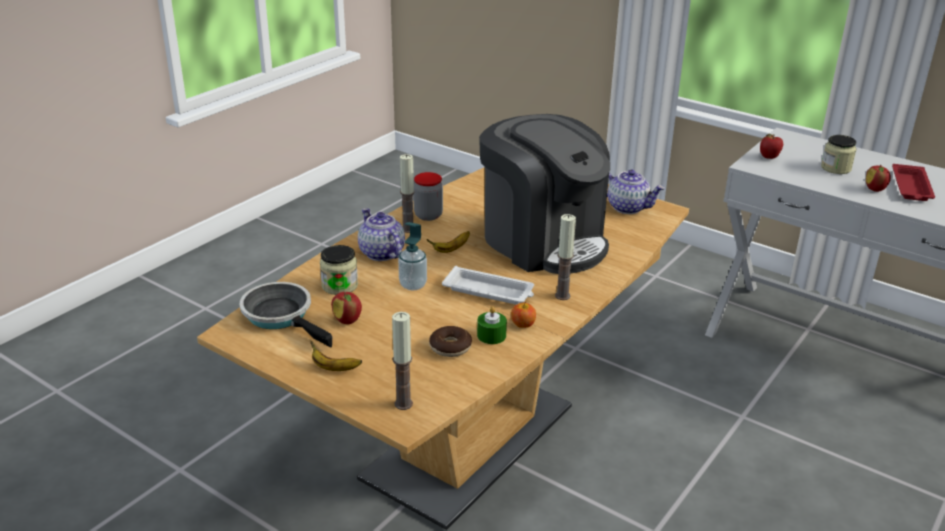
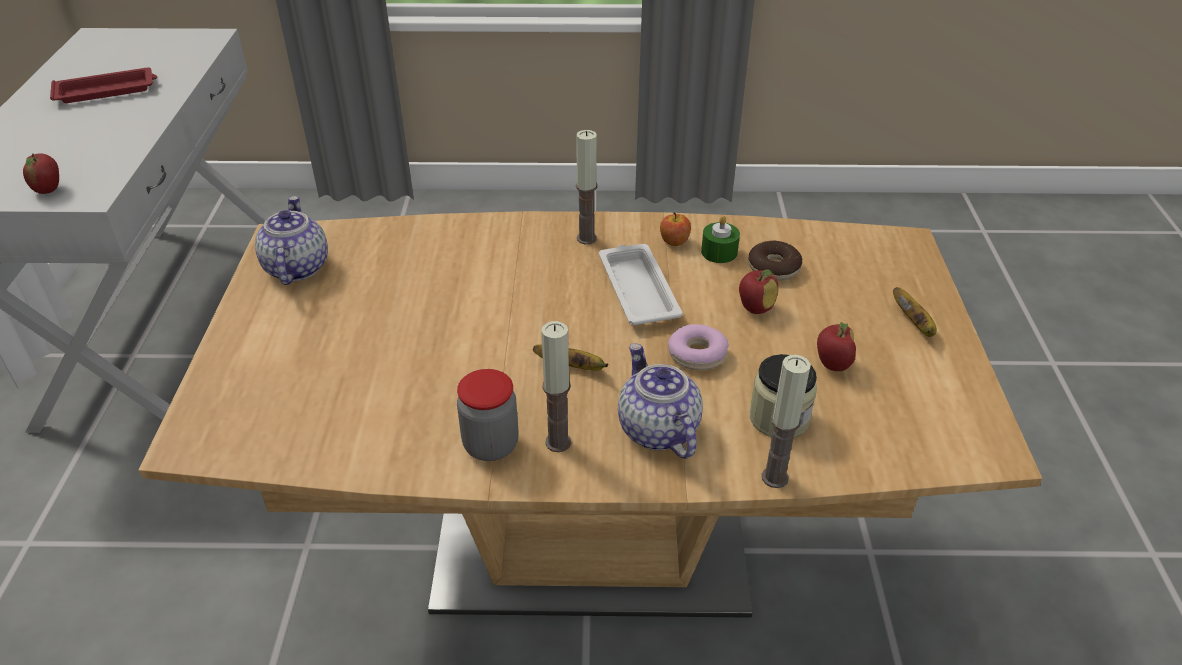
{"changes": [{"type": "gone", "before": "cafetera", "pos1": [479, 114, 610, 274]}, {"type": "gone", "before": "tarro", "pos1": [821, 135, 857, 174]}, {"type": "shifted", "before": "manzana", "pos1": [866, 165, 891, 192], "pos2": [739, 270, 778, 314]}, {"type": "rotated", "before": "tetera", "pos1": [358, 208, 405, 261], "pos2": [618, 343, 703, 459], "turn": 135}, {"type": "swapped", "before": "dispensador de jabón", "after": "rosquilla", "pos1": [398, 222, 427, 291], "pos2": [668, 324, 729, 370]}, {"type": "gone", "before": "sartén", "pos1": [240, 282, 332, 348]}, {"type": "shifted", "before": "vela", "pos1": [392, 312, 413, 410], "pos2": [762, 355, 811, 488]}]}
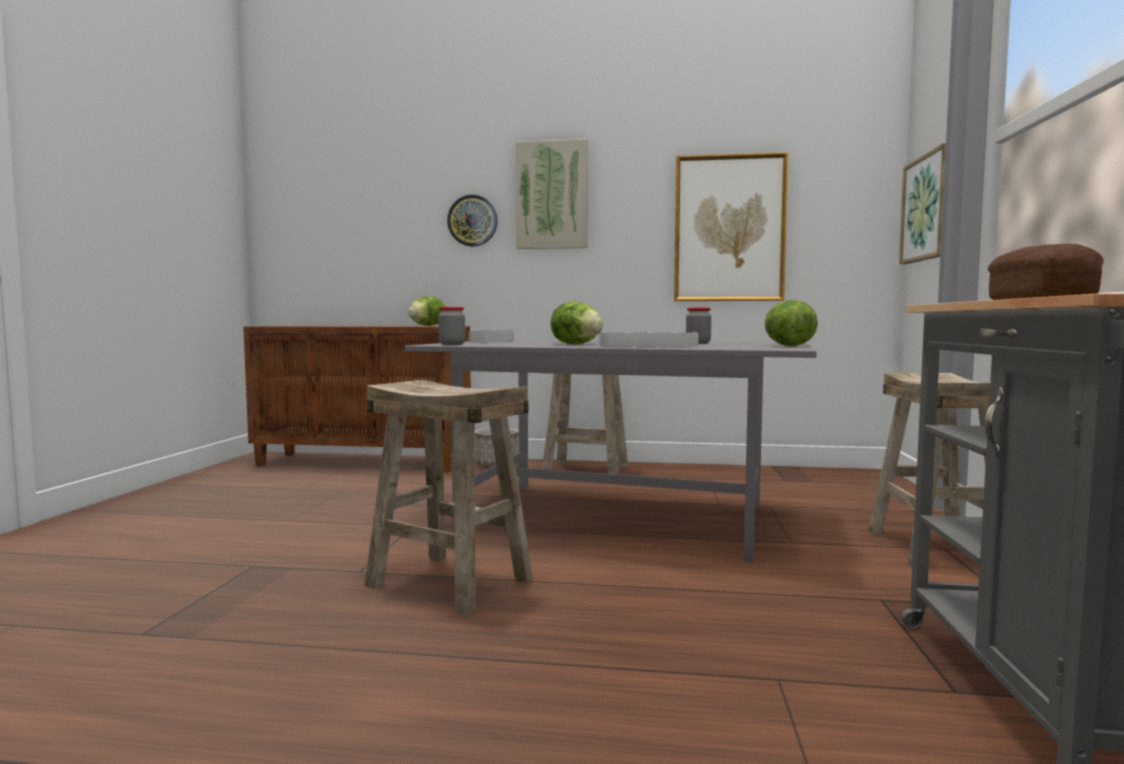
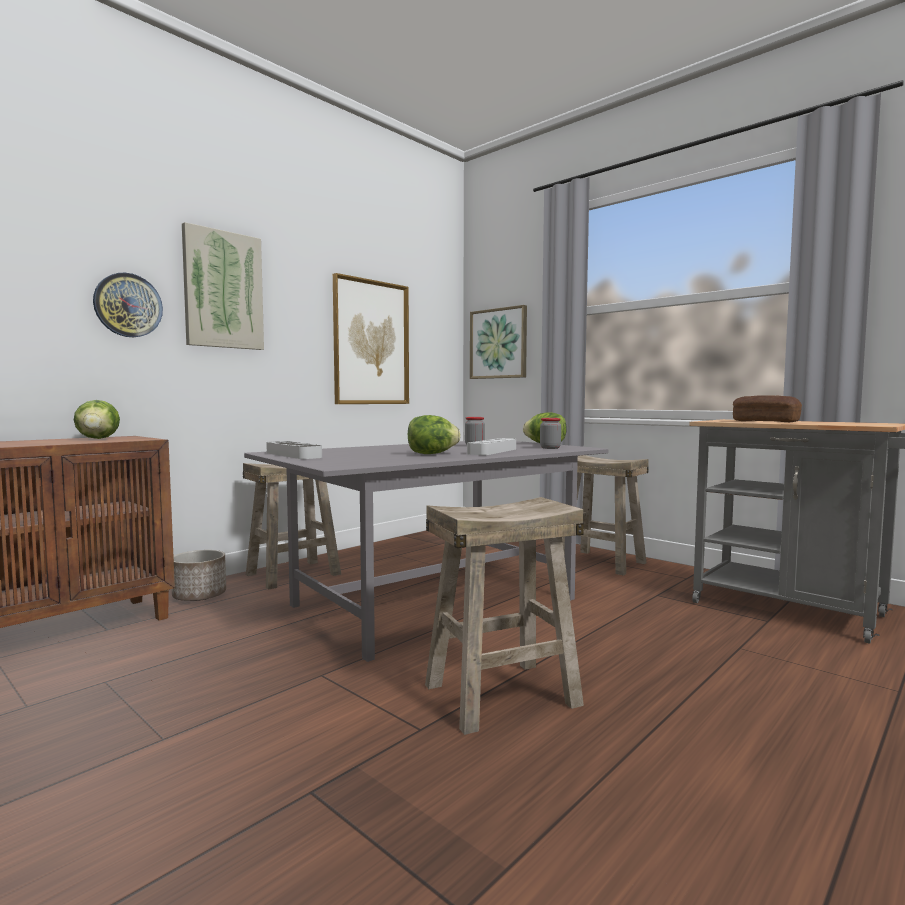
{"changes": [{"type": "shifted", "before": "tarro", "pos1": [438, 307, 465, 345], "pos2": [540, 418, 561, 449]}]}
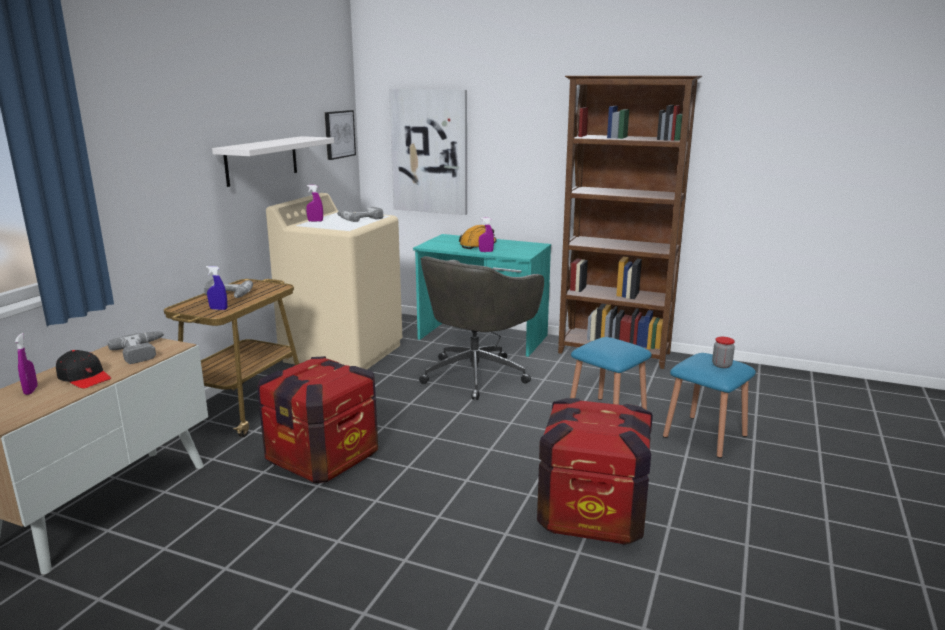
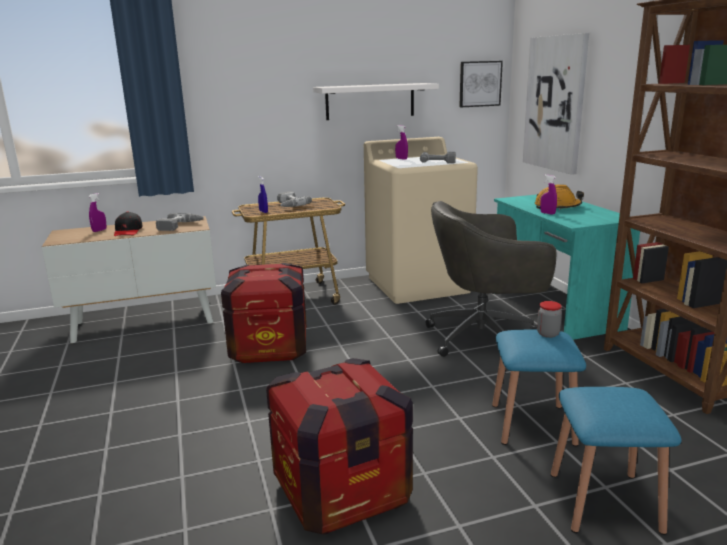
{"changes": [{"type": "shifted", "before": "tarro", "pos1": [712, 337, 735, 368], "pos2": [537, 301, 562, 338]}]}
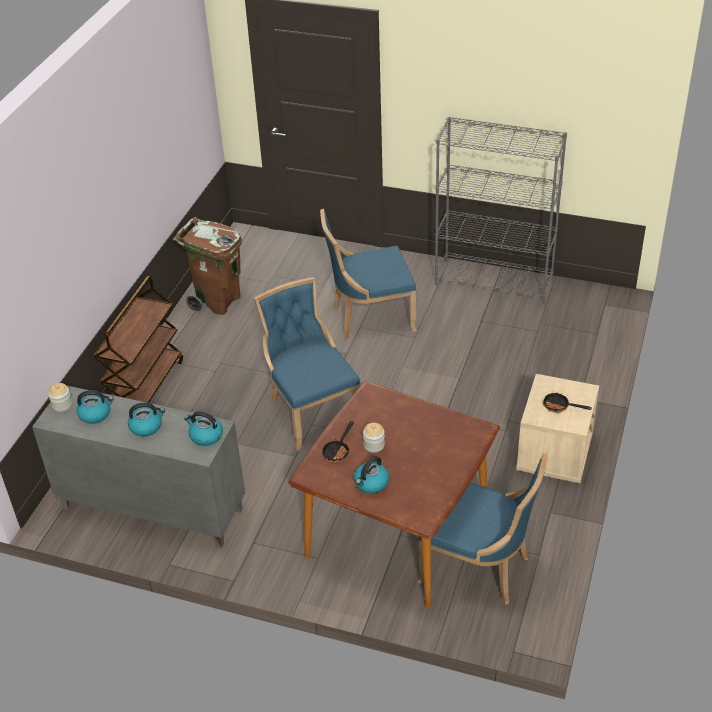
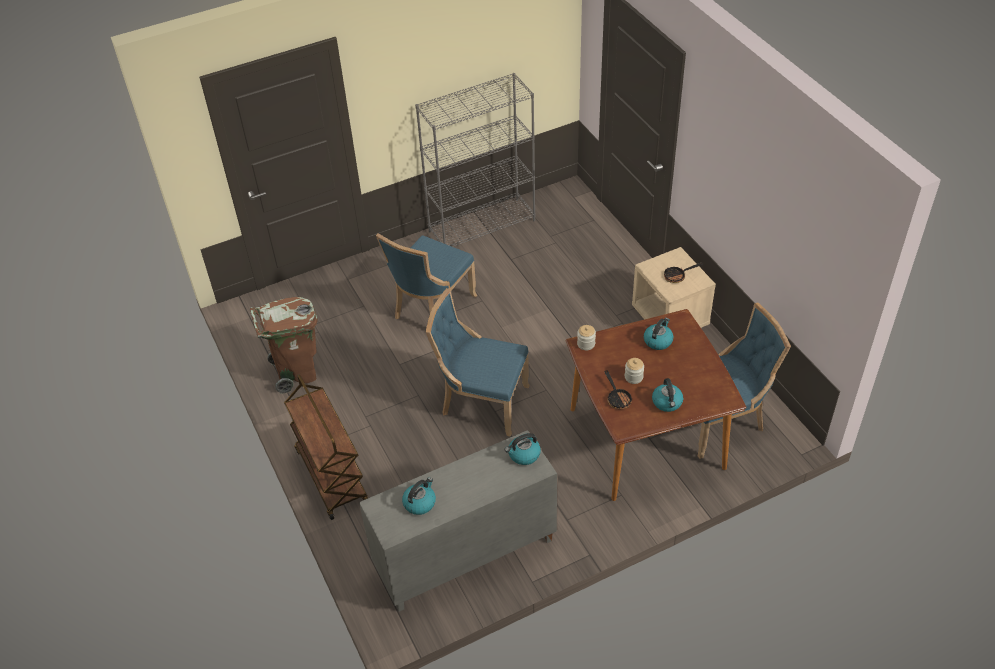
{"changes": [{"type": "shifted", "before": "tarro", "pos1": [48, 383, 72, 412], "pos2": [577, 325, 596, 350]}, {"type": "shifted", "before": "hervidor", "pos1": [128, 403, 165, 437], "pos2": [644, 318, 673, 350]}]}
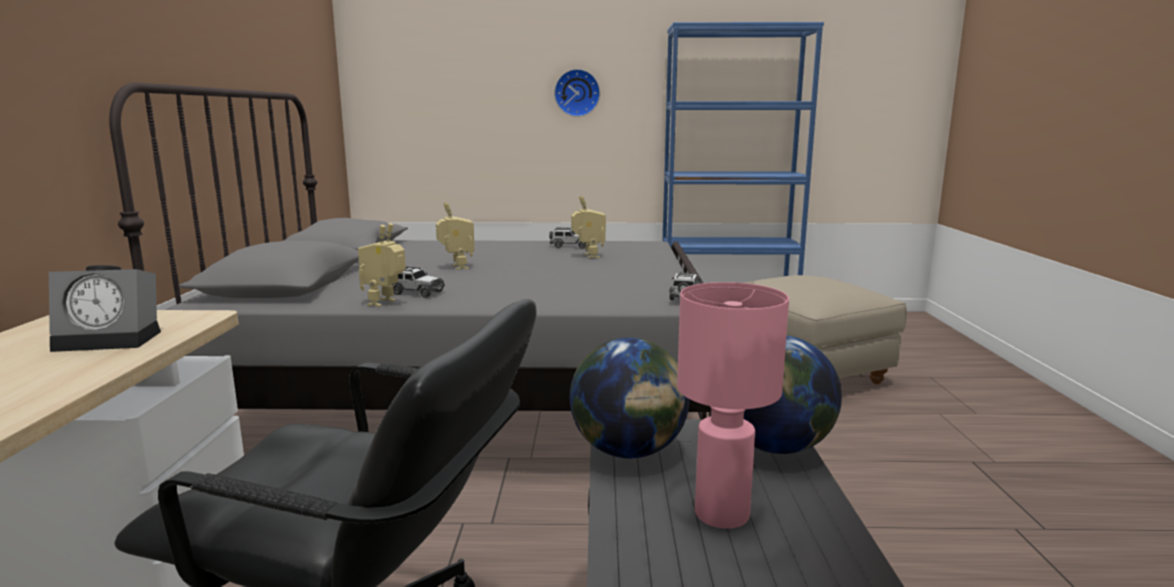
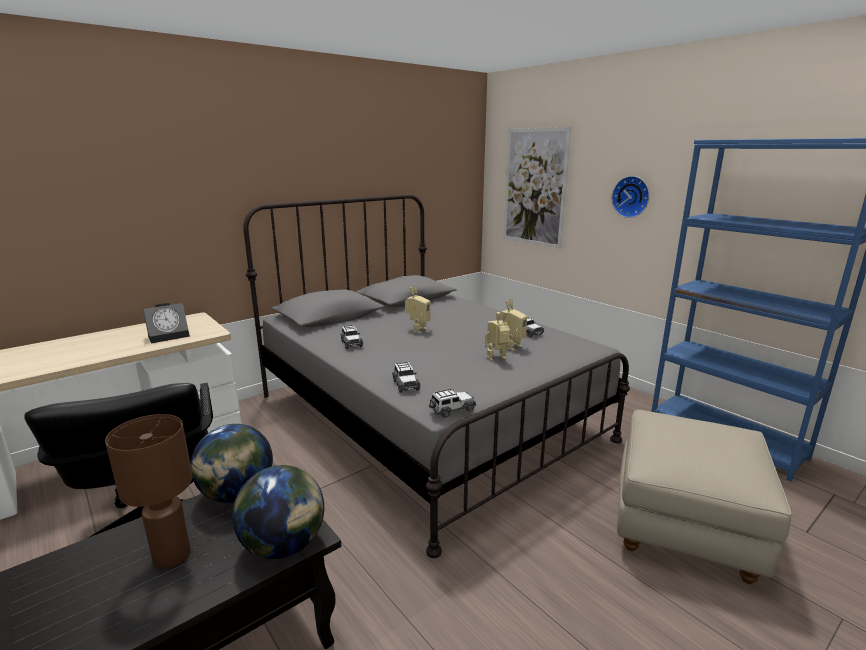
{"changes": [{"type": "shifted", "before": "robot de juguete", "pos1": [358, 223, 406, 307], "pos2": [485, 311, 510, 361]}, {"type": "rotated", "before": "despertador", "pos1": [49, 265, 161, 352], "pos2": [143, 303, 190, 344], "turn": -75}, {"type": "repainted", "before": "lámpara de mesa (rosa)", "after": "lámpara de mesa (marrón)", "pos1": [677, 282, 789, 529], "pos2": [105, 414, 193, 569]}, {"type": "new", "after": "cuadro", "pos2": [503, 127, 571, 249]}, {"type": "new", "after": "coche de juguete", "pos2": [392, 362, 420, 393]}]}
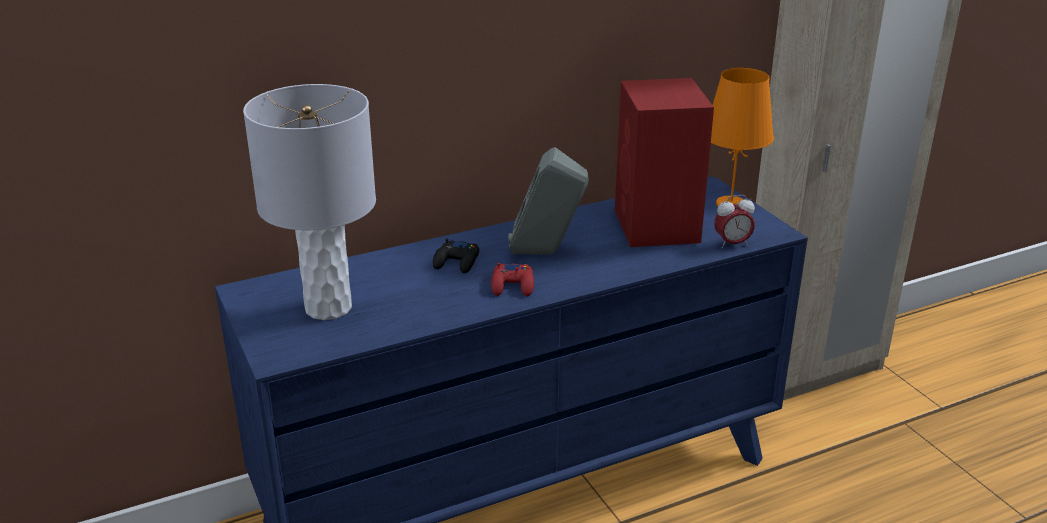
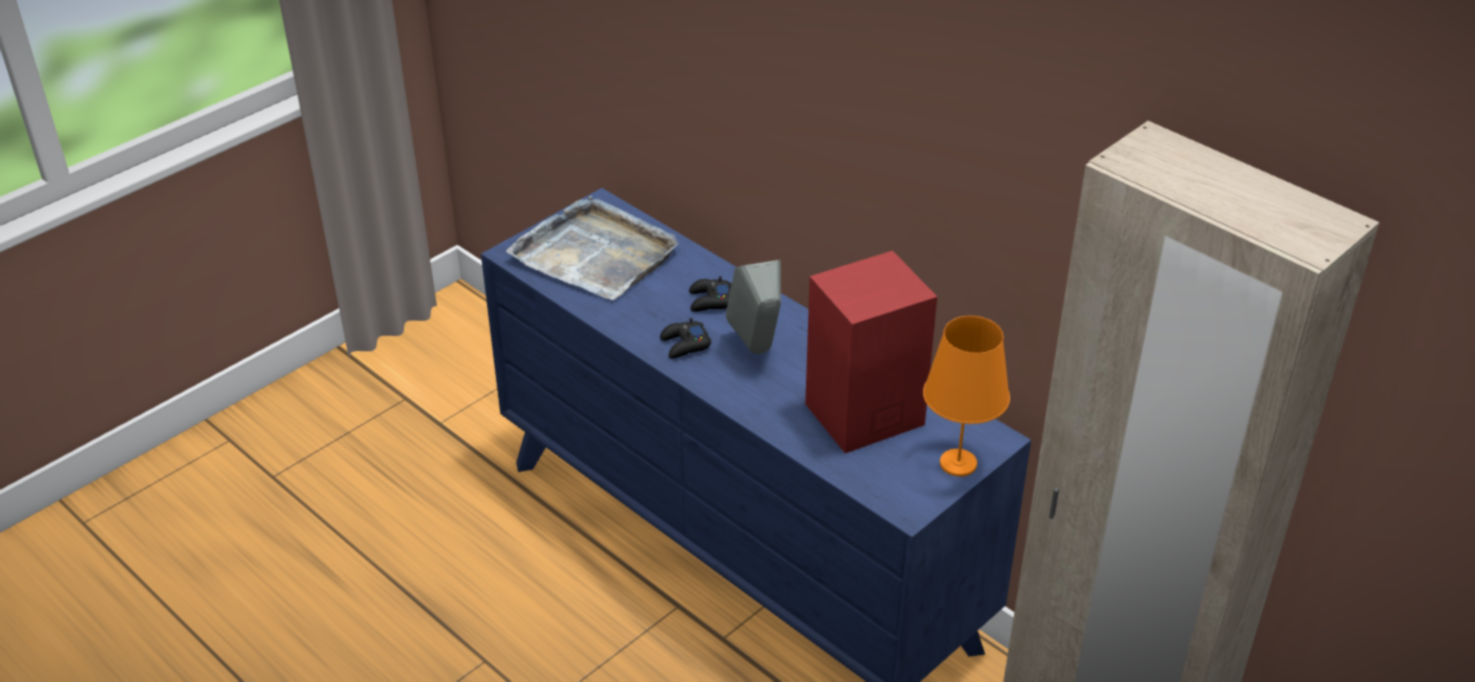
{"changes": [{"type": "swapped", "before": "lámpara de mesa (gris)", "after": "bandeja (gris)", "pos1": [243, 84, 376, 320], "pos2": [506, 196, 679, 300]}, {"type": "gone", "before": "despertador", "pos1": [714, 195, 755, 249]}, {"type": "repainted", "before": "mando de consola (rojo)", "after": "mando de consola (negro)", "pos1": [491, 263, 534, 296], "pos2": [660, 318, 711, 359]}]}
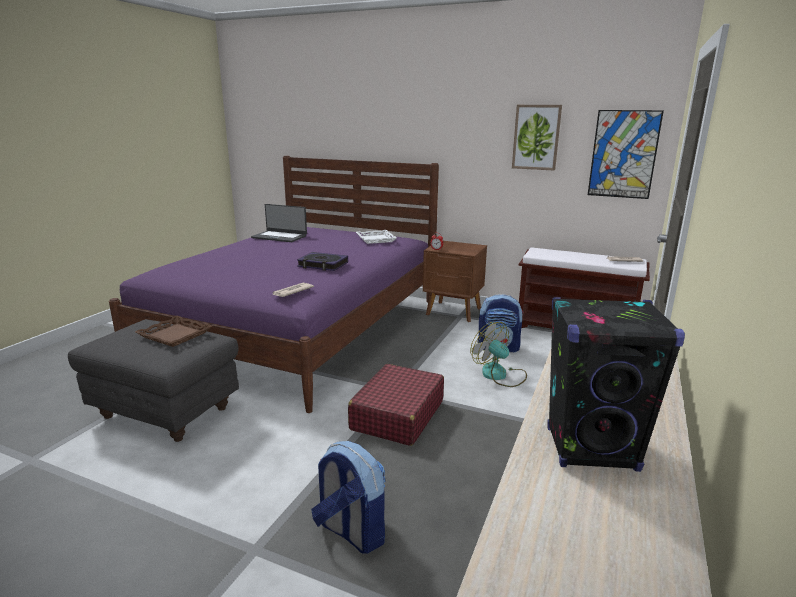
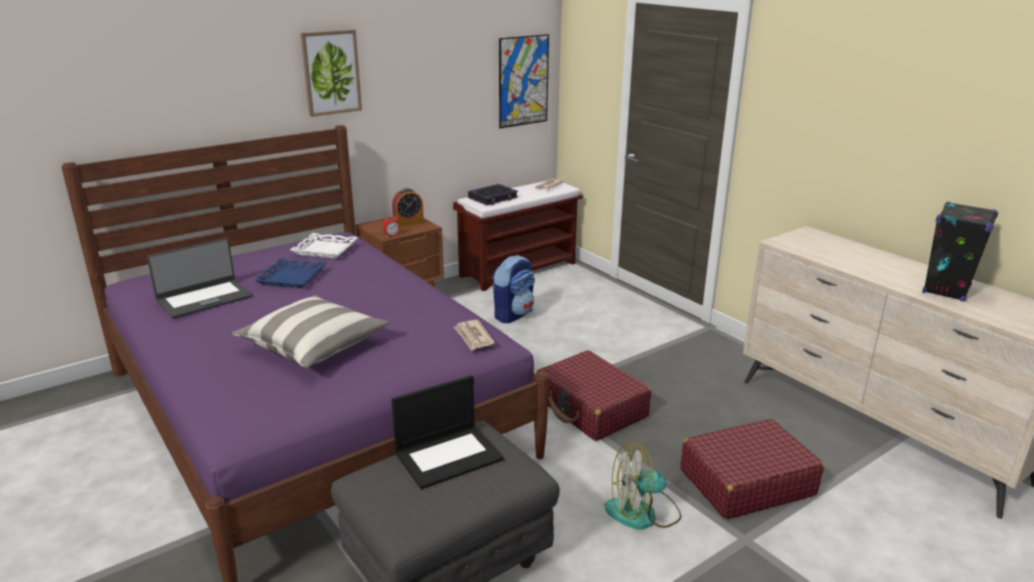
{"changes": [{"type": "shifted", "before": "cuadro", "pos1": [512, 105, 562, 171], "pos2": [300, 30, 362, 117]}, {"type": "shifted", "before": "libro", "pos1": [297, 252, 348, 271], "pos2": [468, 184, 518, 205]}, {"type": "swapped", "before": "bandeja (marrón)", "after": "portátil", "pos1": [135, 315, 212, 347], "pos2": [392, 375, 504, 489]}, {"type": "shifted", "before": "ventilador", "pos1": [470, 322, 527, 387], "pos2": [605, 442, 681, 530]}, {"type": "swapped", "before": "mochila", "after": "maleta (rojo)", "pos1": [311, 441, 385, 554], "pos2": [680, 419, 824, 519]}, {"type": "new", "after": "despertador", "pos2": [392, 188, 424, 227]}, {"type": "new", "after": "bandeja (azul)", "pos2": [254, 258, 327, 288]}, {"type": "new", "after": "cojín", "pos2": [232, 295, 390, 368]}]}
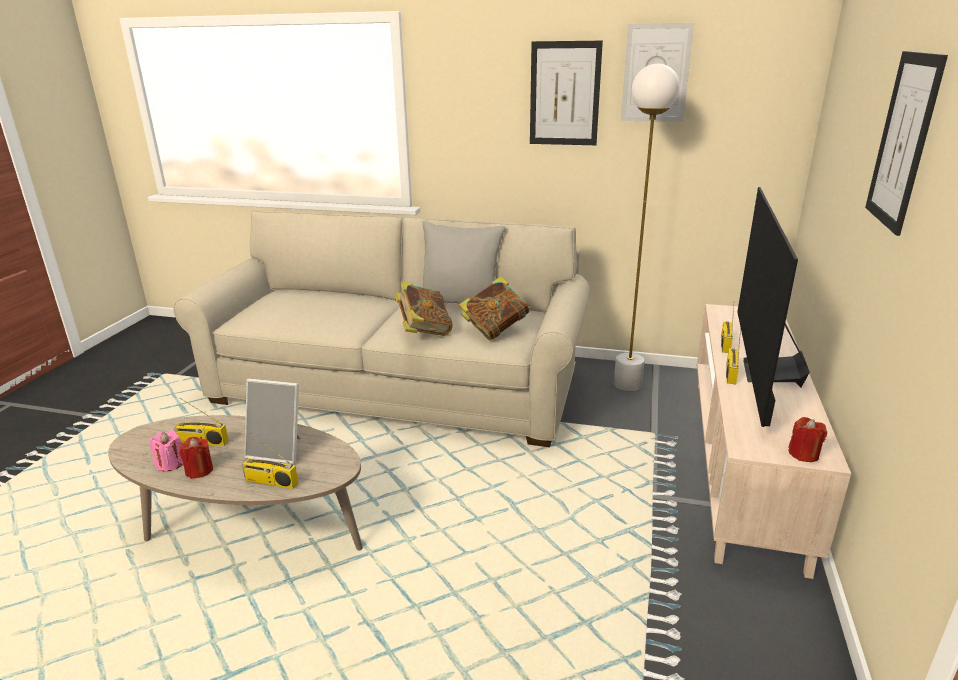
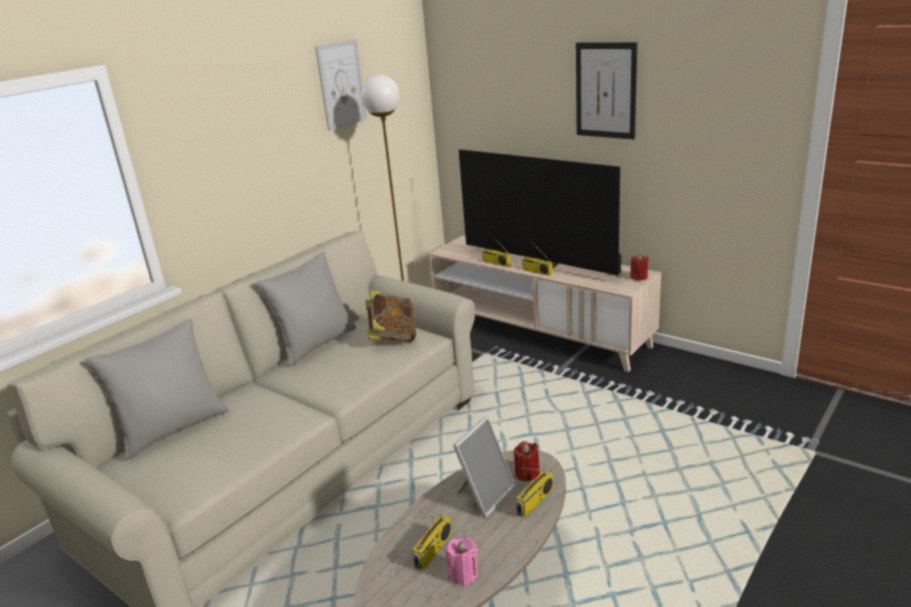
{"changes": [{"type": "gone", "before": "cuadro", "pos1": [530, 41, 603, 145]}, {"type": "gone", "before": "libro", "pos1": [395, 281, 452, 336]}, {"type": "shifted", "before": "vela (rojo)", "pos1": [179, 437, 213, 479], "pos2": [514, 442, 540, 481]}, {"type": "new", "after": "cojín (gris)", "pos2": [85, 319, 229, 459]}]}
